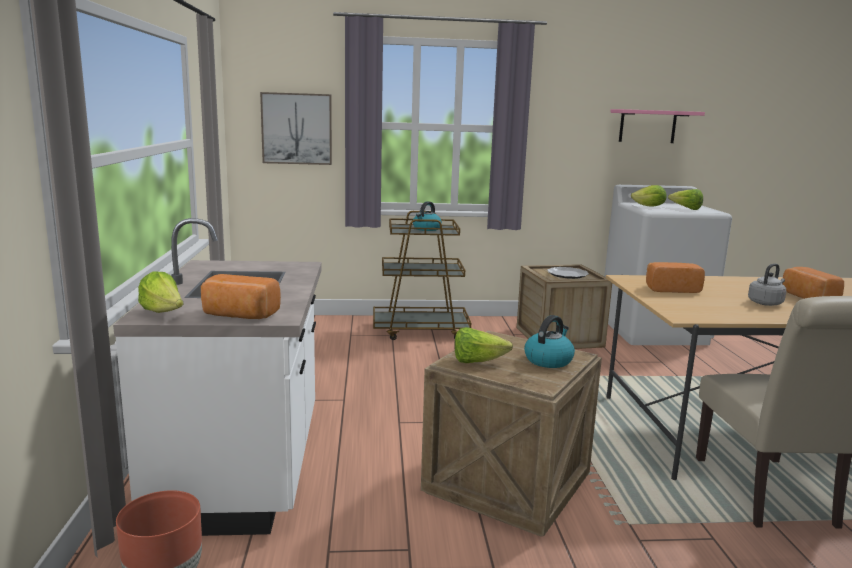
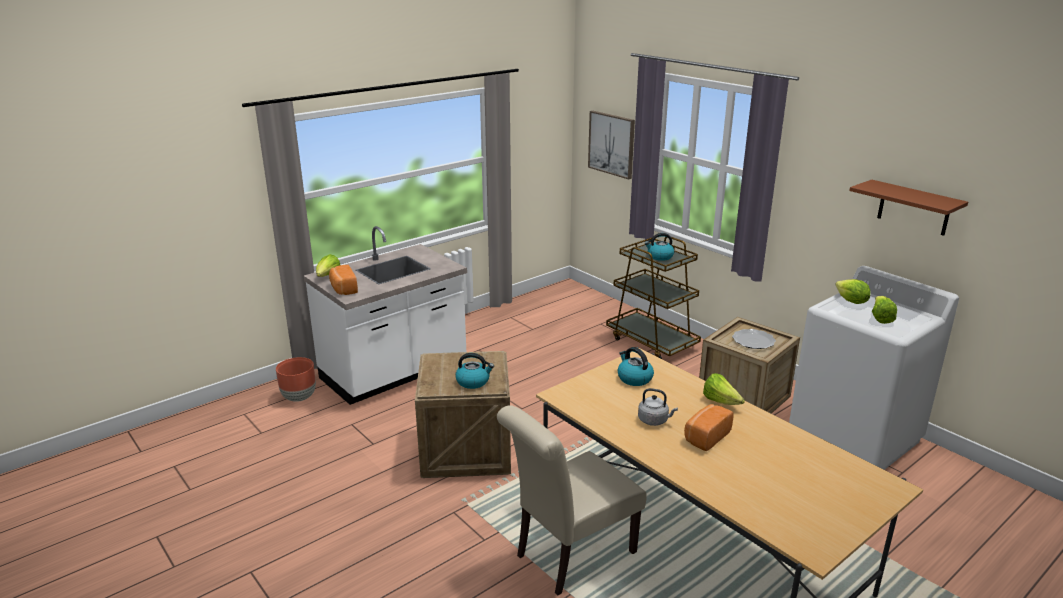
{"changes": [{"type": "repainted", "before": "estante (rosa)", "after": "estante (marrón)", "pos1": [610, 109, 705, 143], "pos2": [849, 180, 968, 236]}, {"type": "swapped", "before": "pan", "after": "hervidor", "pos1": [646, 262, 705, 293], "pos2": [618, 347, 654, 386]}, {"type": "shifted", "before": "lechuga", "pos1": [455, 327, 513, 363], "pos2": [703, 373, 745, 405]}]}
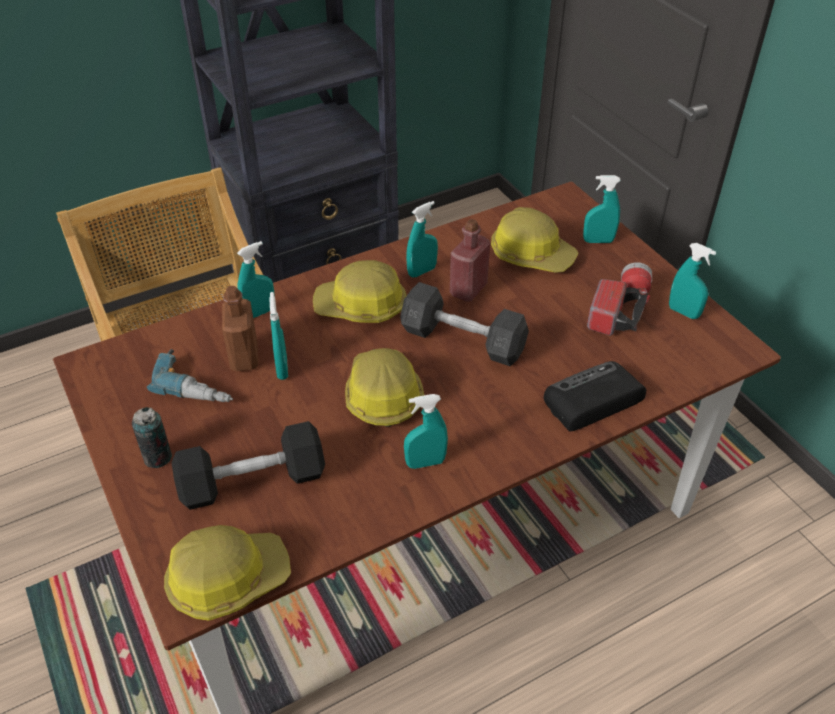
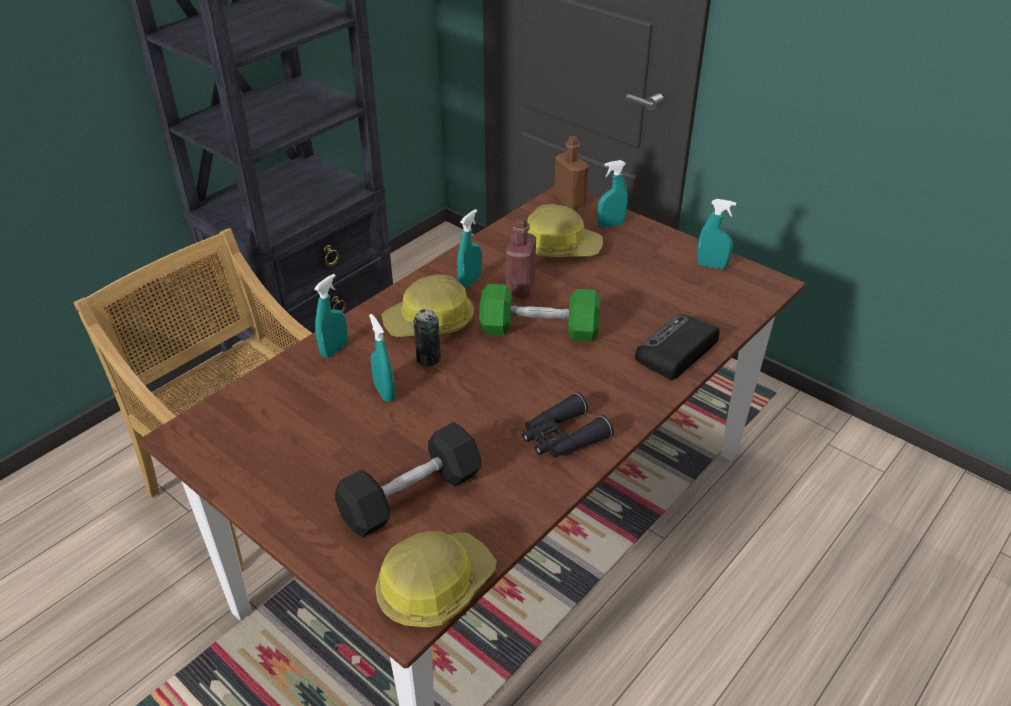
{"changes": [{"type": "gone", "before": "linterna", "pos1": [587, 262, 652, 336]}, {"type": "repainted", "before": "mancuerna (gris)", "after": "mancuerna (verde)", "pos1": [400, 282, 529, 366], "pos2": [479, 284, 600, 341]}, {"type": "shifted", "before": "botella (marrón)", "pos1": [222, 286, 258, 371], "pos2": [554, 136, 589, 209]}, {"type": "gone", "before": "casco", "pos1": [345, 348, 424, 427]}, {"type": "gone", "before": "taladro", "pos1": [147, 349, 233, 402]}, {"type": "swapped", "before": "pulverizador (turquesa)", "after": "prismáticos (negro)", "pos1": [404, 394, 448, 469], "pos2": [522, 392, 614, 458]}, {"type": "shifted", "before": "lata", "pos1": [132, 407, 172, 468], "pos2": [414, 309, 441, 366]}]}
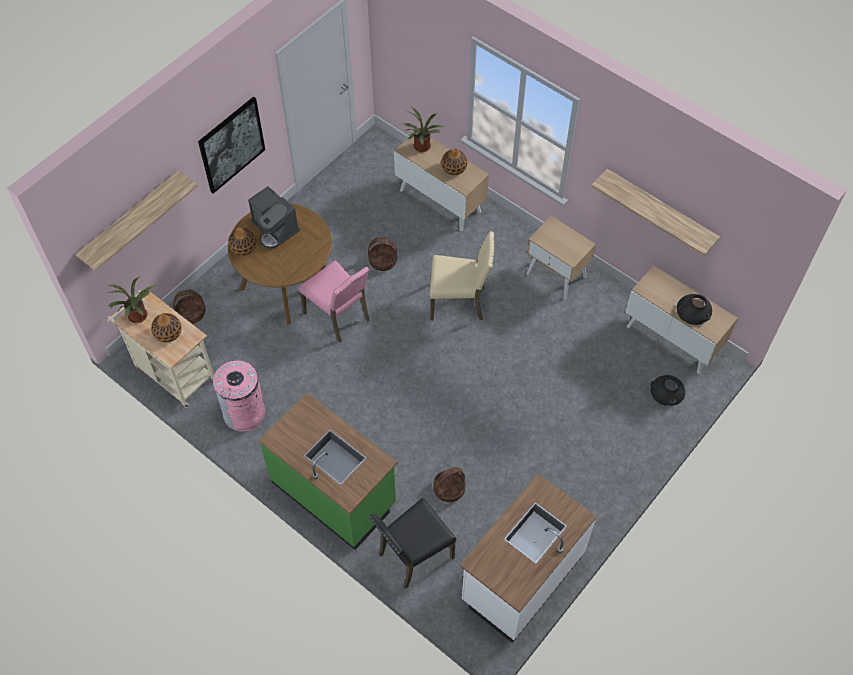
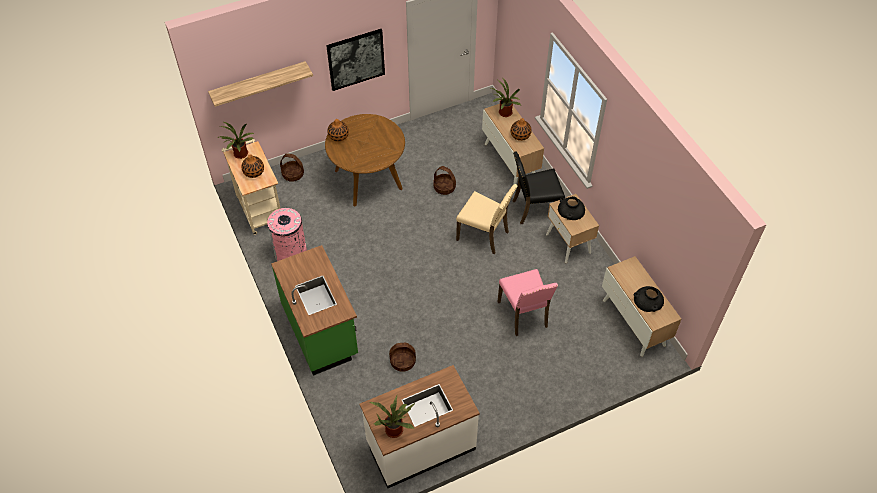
{"changes": [{"type": "gone", "before": "estante", "pos1": [591, 169, 720, 256]}, {"type": "gone", "before": "cafetera", "pos1": [248, 186, 300, 249]}, {"type": "shifted", "before": "silla (rosa)", "pos1": [299, 260, 370, 343], "pos2": [497, 269, 558, 336]}, {"type": "shifted", "before": "florero (negro)", "pos1": [650, 375, 685, 406], "pos2": [558, 196, 585, 220]}, {"type": "shifted", "before": "silla (negro)", "pos1": [369, 498, 457, 589], "pos2": [513, 152, 565, 224]}, {"type": "new", "after": "planta en maceta", "pos2": [369, 395, 415, 438]}]}
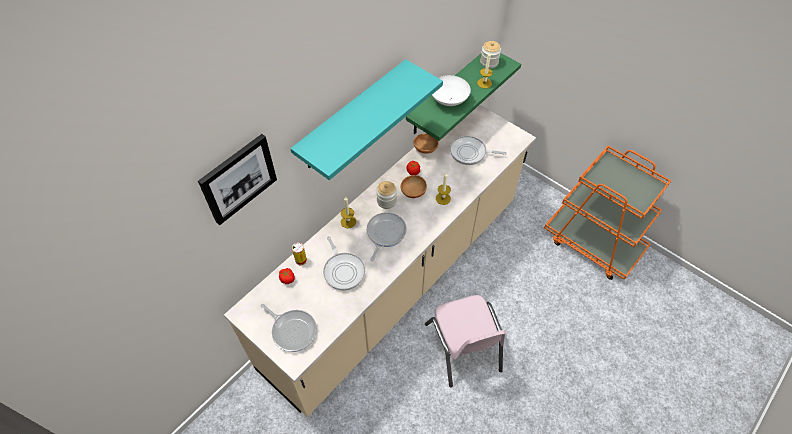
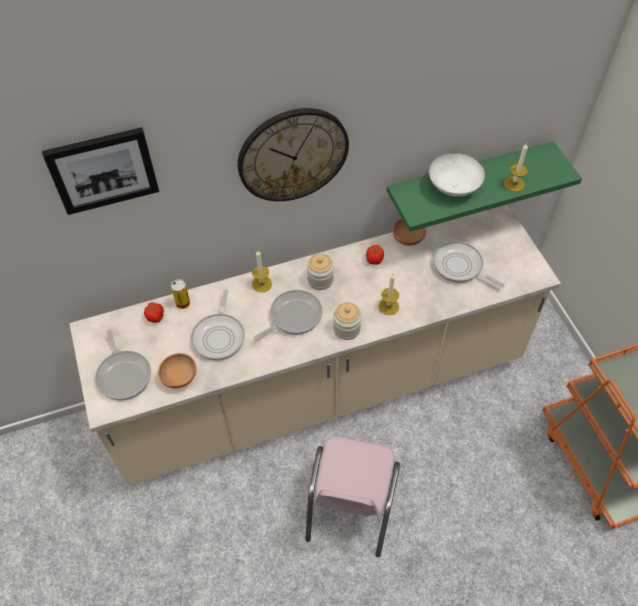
{"changes": [{"type": "shifted", "before": "tarro", "pos1": [480, 41, 501, 68], "pos2": [333, 302, 361, 340]}, {"type": "swapped", "before": "estante (turquesa)", "after": "reloj de pared", "pos1": [290, 59, 443, 180], "pos2": [238, 108, 349, 201]}, {"type": "shifted", "before": "cuenco (marrón)", "pos1": [401, 175, 427, 198], "pos2": [158, 353, 196, 388]}]}
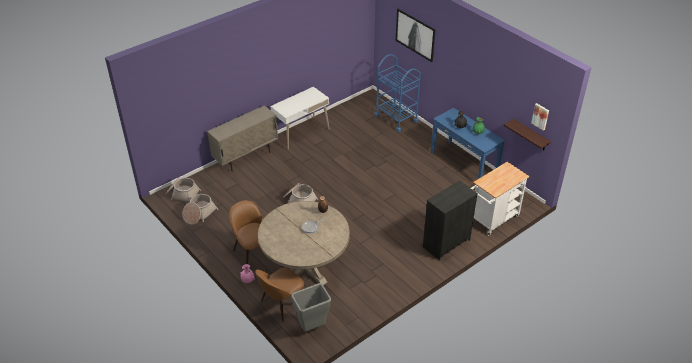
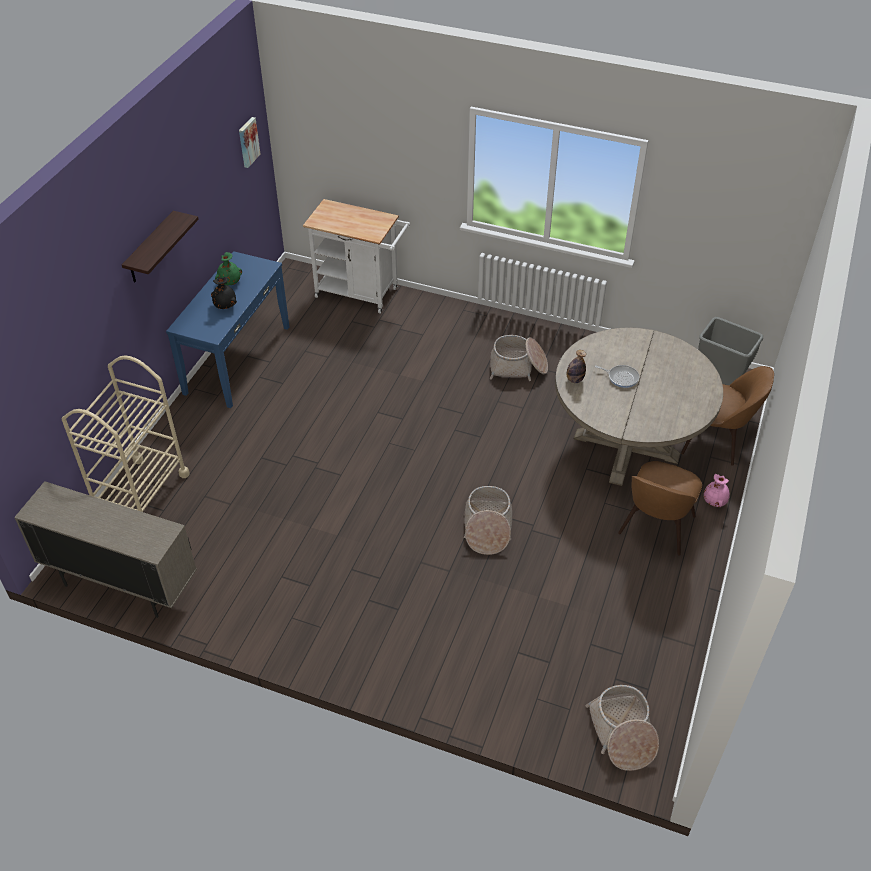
{"changes": [{"type": "gone", "before": "cuadro", "pos1": [396, 9, 436, 62]}, {"type": "repainted", "before": "carrito (azul)", "after": "carrito (beis)", "pos1": [375, 54, 421, 132], "pos2": [62, 355, 190, 512]}, {"type": "gone", "before": "escritorio (blanco)", "pos1": [270, 87, 330, 150]}, {"type": "shifted", "before": "armario (beis)", "pos1": [207, 105, 278, 172], "pos2": [14, 481, 197, 618]}, {"type": "shifted", "before": "estante", "pos1": [504, 119, 551, 151], "pos2": [122, 211, 199, 283]}, {"type": "gone", "before": "cómoda (negro)", "pos1": [423, 181, 478, 260]}, {"type": "shifted", "before": "cesta", "pos1": [182, 194, 218, 225], "pos2": [490, 335, 548, 381]}]}
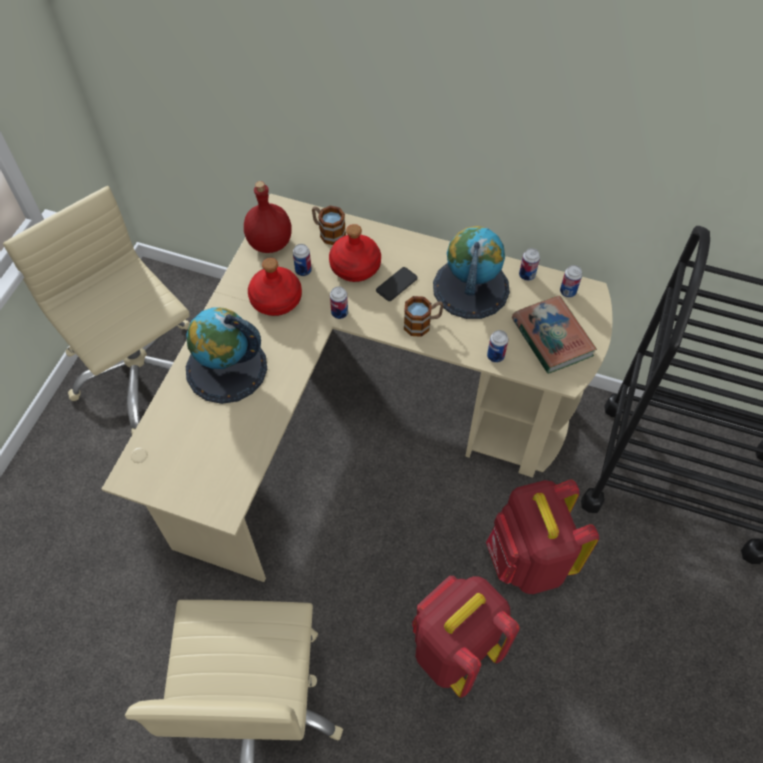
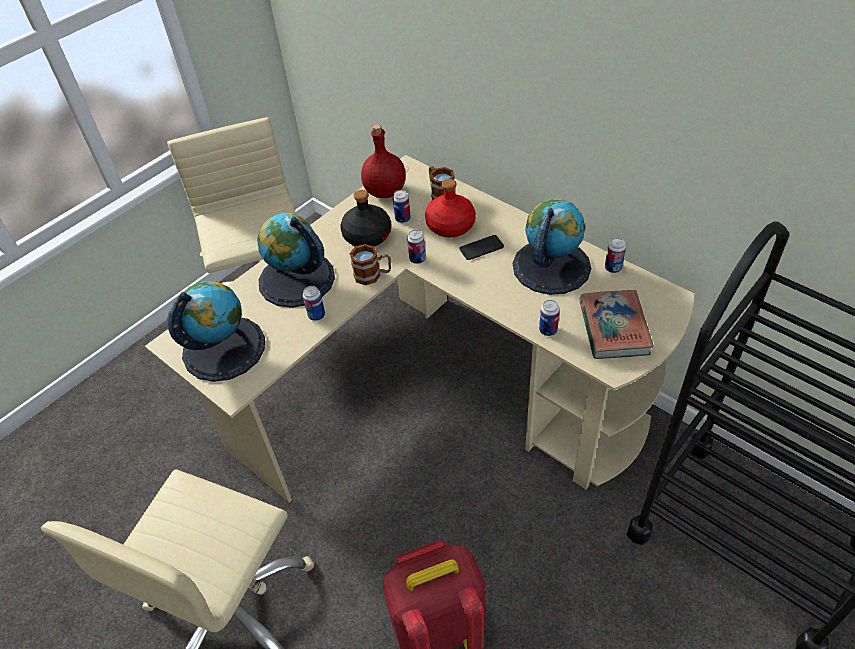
{"changes": [{"type": "repainted", "before": "botella (rojo)", "after": "botella (negro)", "pos1": [248, 258, 302, 316], "pos2": [341, 190, 391, 247]}, {"type": "shifted", "before": "lata", "pos1": [560, 265, 582, 298], "pos2": [303, 286, 325, 321]}, {"type": "shifted", "before": "taza grande", "pos1": [404, 296, 444, 337], "pos2": [350, 244, 391, 285]}, {"type": "gone", "before": "mochila (rojo)", "pos1": [486, 480, 599, 594]}, {"type": "new", "after": "globo terráqueo", "pos2": [167, 281, 265, 382]}]}
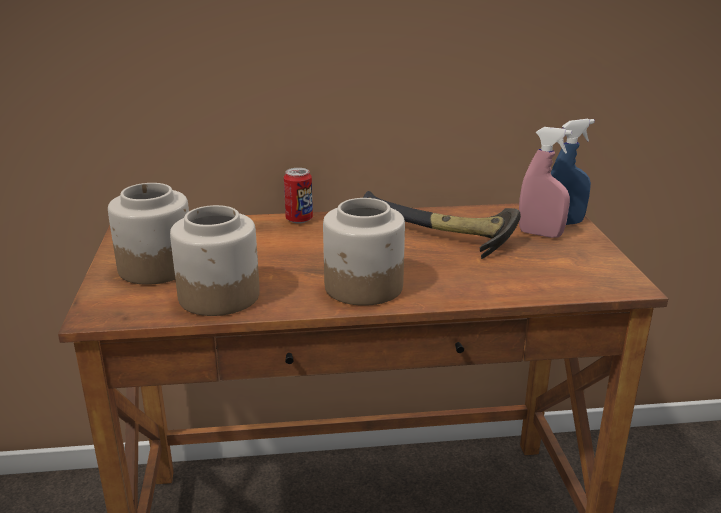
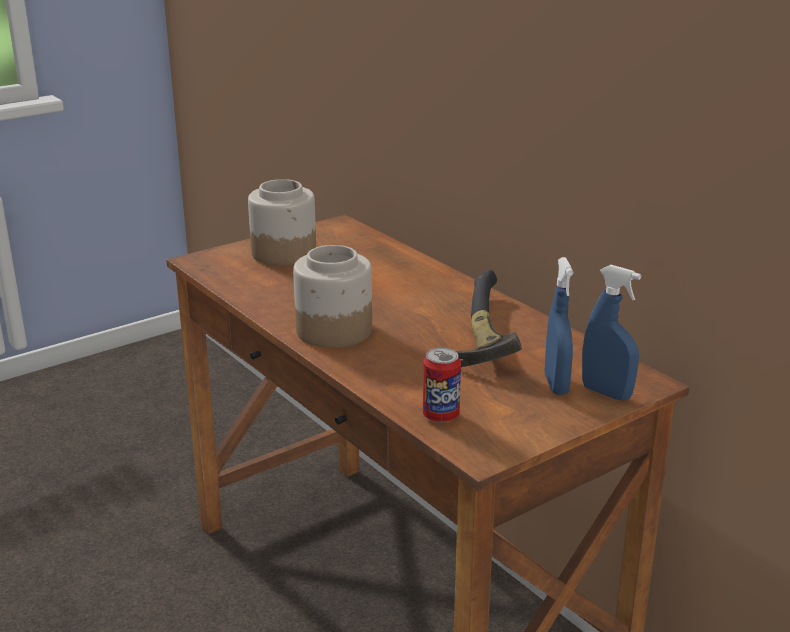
{"changes": [{"type": "repainted", "before": "pulverizador (rosa)", "after": "pulverizador (azul)", "pos1": [519, 127, 572, 238], "pos2": [545, 257, 573, 395]}, {"type": "shifted", "before": "lata", "pos1": [284, 168, 313, 223], "pos2": [423, 348, 461, 423]}, {"type": "gone", "before": "tarro", "pos1": [170, 205, 260, 316]}]}
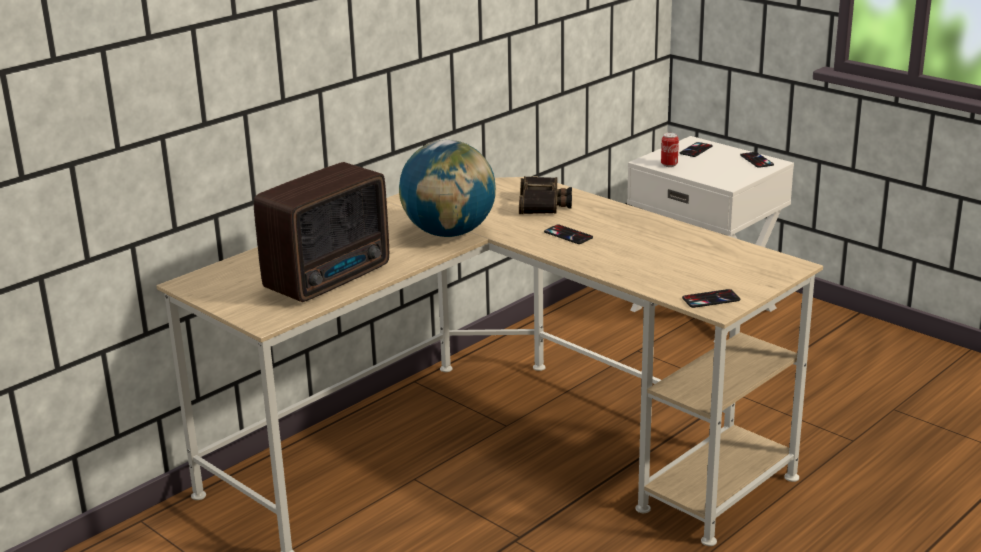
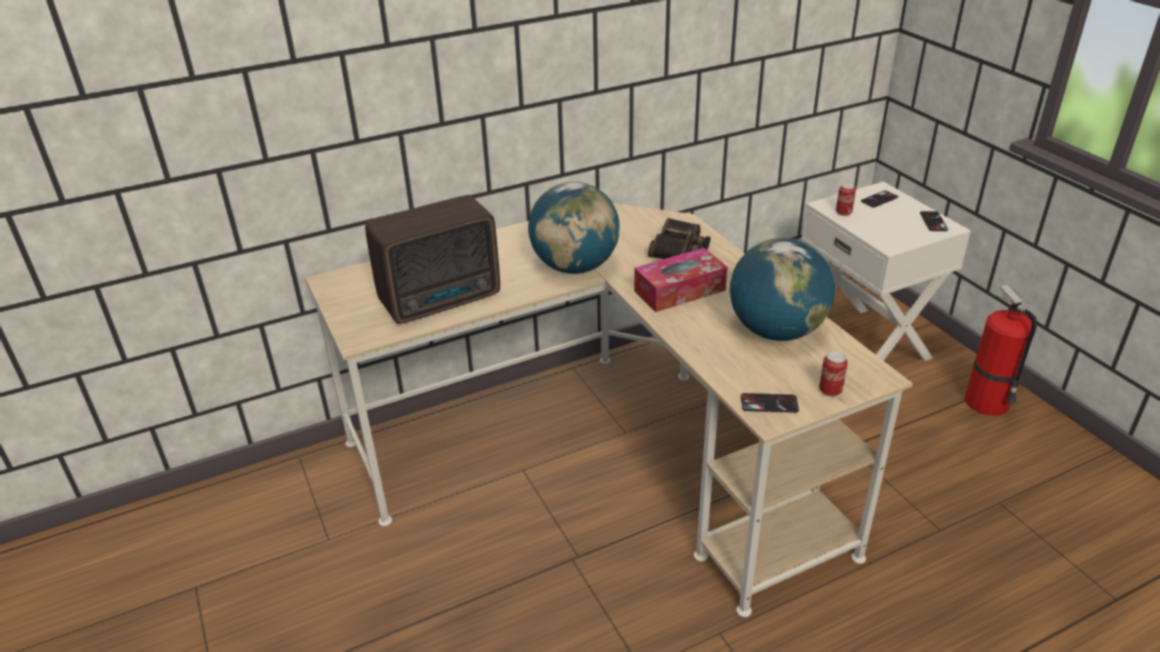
{"changes": [{"type": "swapped", "before": "móvil", "after": "caja de pañuelos", "pos1": [544, 224, 593, 244], "pos2": [634, 248, 728, 312]}, {"type": "new", "after": "globo terráqueo", "pos2": [730, 238, 835, 341]}, {"type": "new", "after": "extintor", "pos2": [964, 285, 1037, 416]}, {"type": "new", "after": "lata", "pos2": [819, 351, 848, 397]}]}
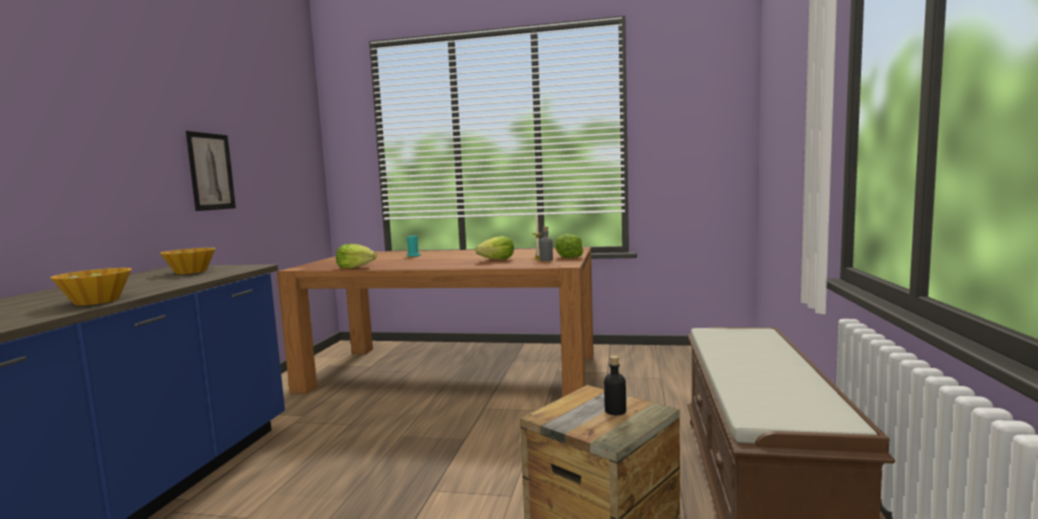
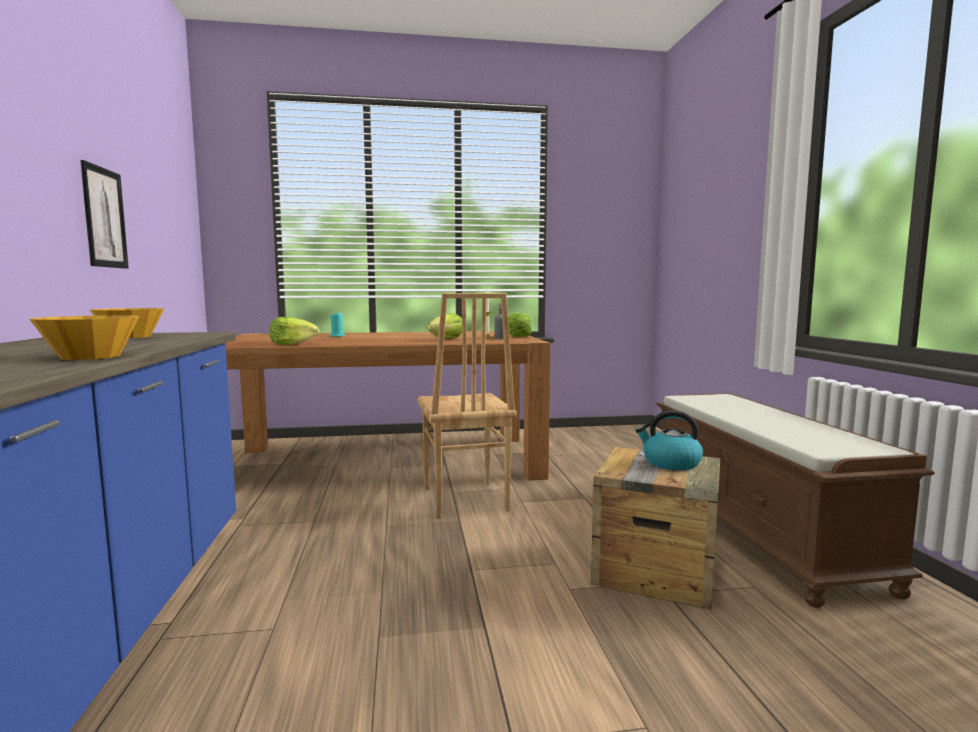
{"changes": [{"type": "swapped", "before": "botella (negro)", "after": "hervidor", "pos1": [604, 355, 626, 415], "pos2": [635, 410, 703, 470]}, {"type": "new", "after": "silla (marrón)", "pos2": [417, 293, 517, 519]}]}
